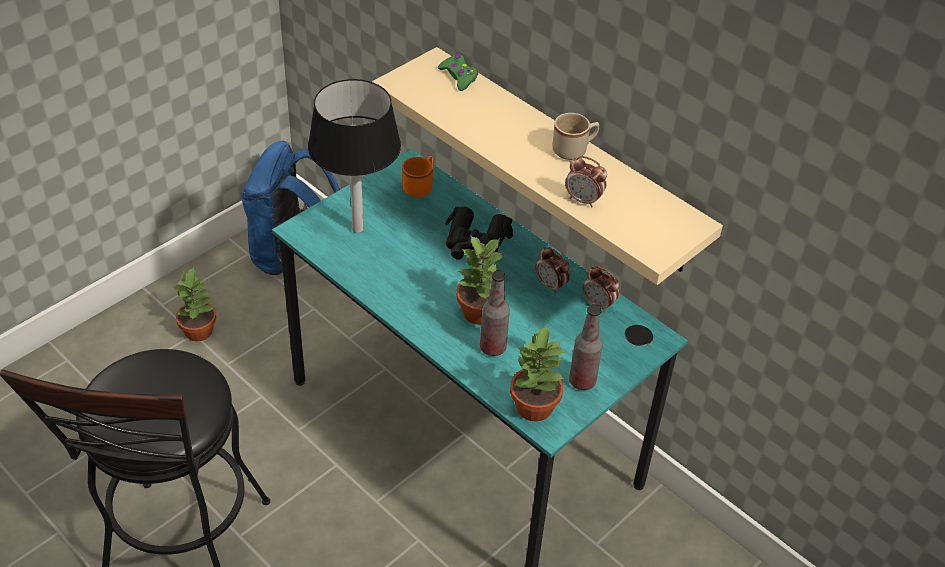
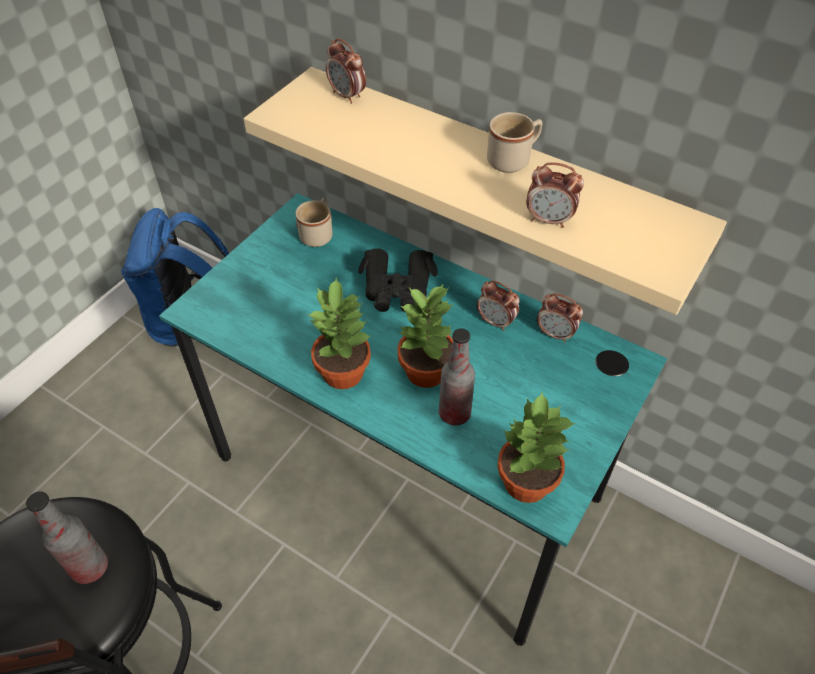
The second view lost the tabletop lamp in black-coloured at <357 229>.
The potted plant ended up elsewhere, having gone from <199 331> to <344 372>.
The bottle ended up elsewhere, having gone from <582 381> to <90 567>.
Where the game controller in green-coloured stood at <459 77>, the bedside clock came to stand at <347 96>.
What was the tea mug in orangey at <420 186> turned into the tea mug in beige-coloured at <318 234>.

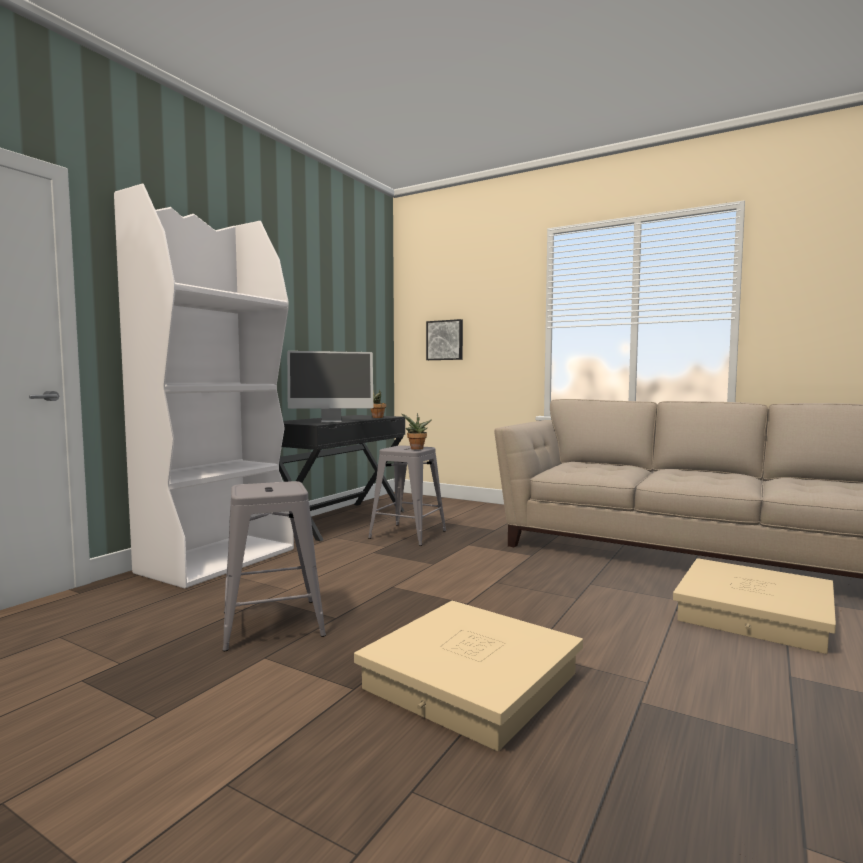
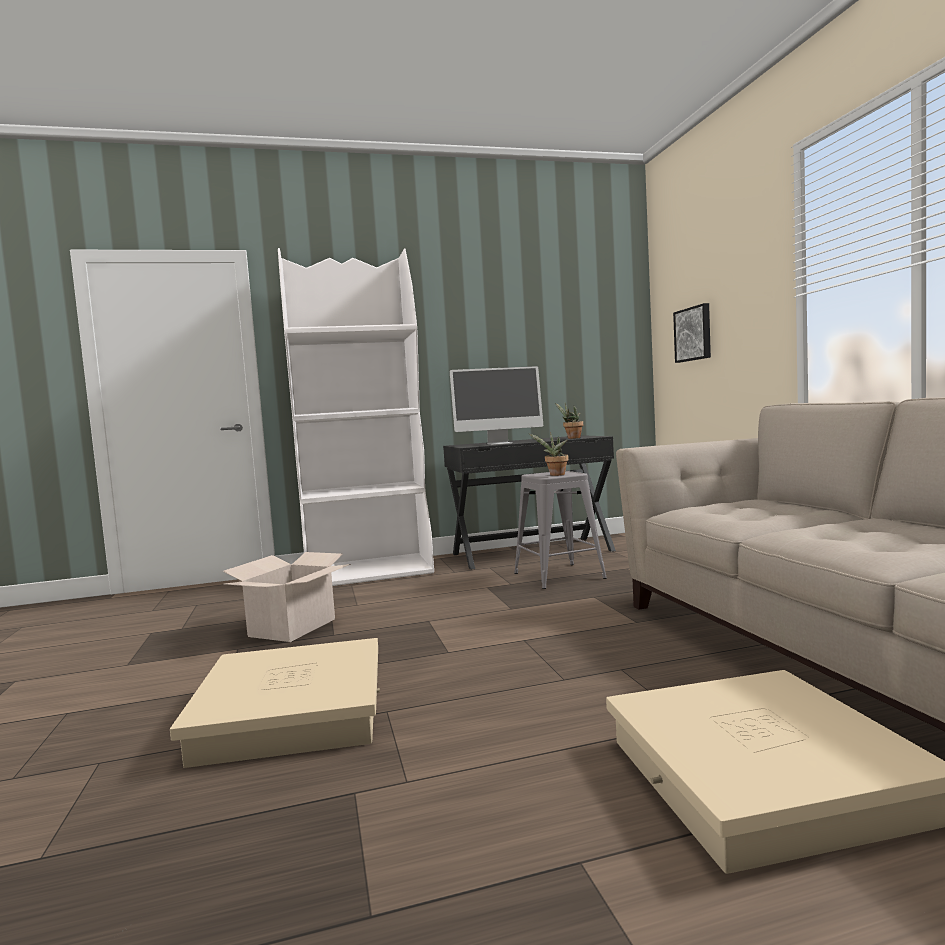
Where the stool in greyish stood at <273 624>, the carton came to stand at <292 627>.
The computer display at <331 421> ended up facing another way, 45 degrees counterclockwise from before.

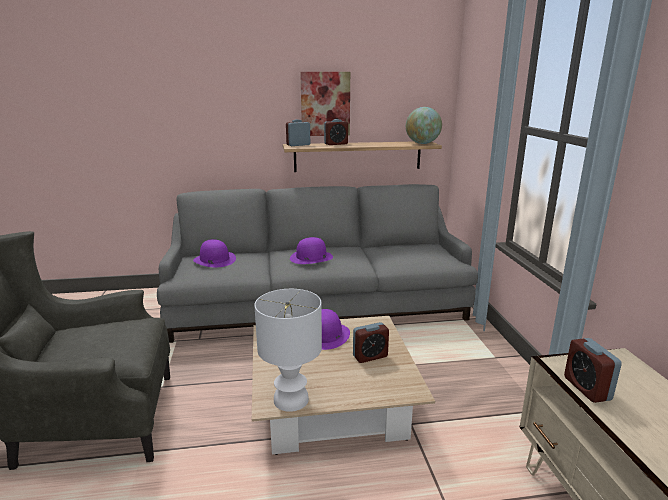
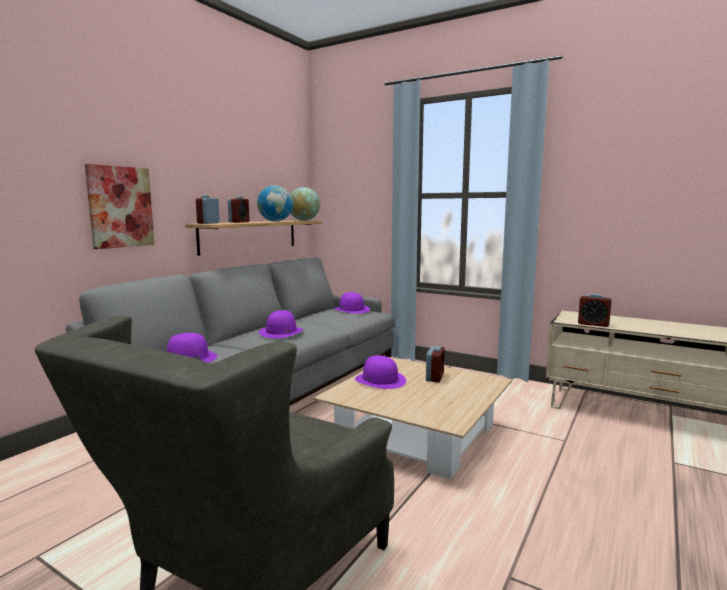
The second view lost the tabletop lamp in white-coloured at <292 400>.
The second view gained the desk globe at <275 221>.
The second view gained the clothing hat in purple-coloured at <352 309>.
The picture ended up elsewhere, having gone from <325 104> to <120 207>.

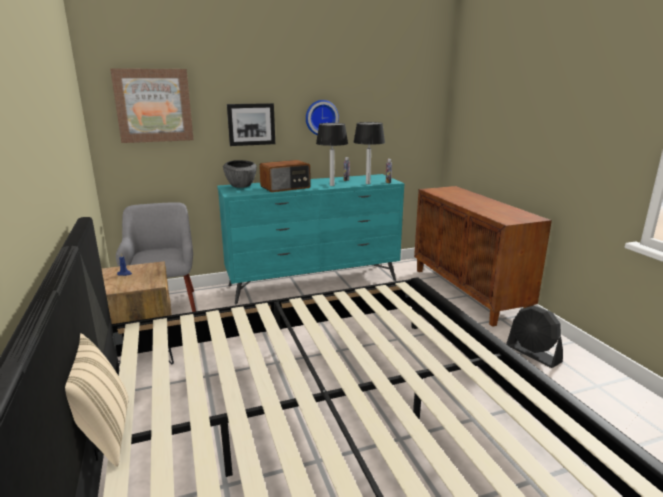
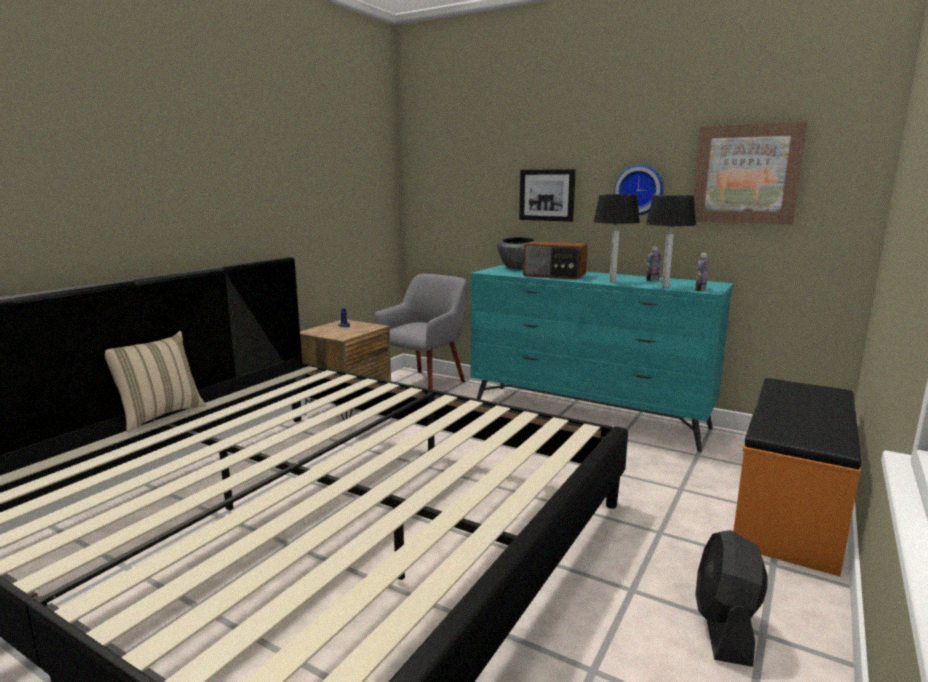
The picture ended up elsewhere, having gone from <153 105> to <746 174>.
Where the cupboard in brown stood at <468 292>, the long seat in orangey came to stand at <791 511>.

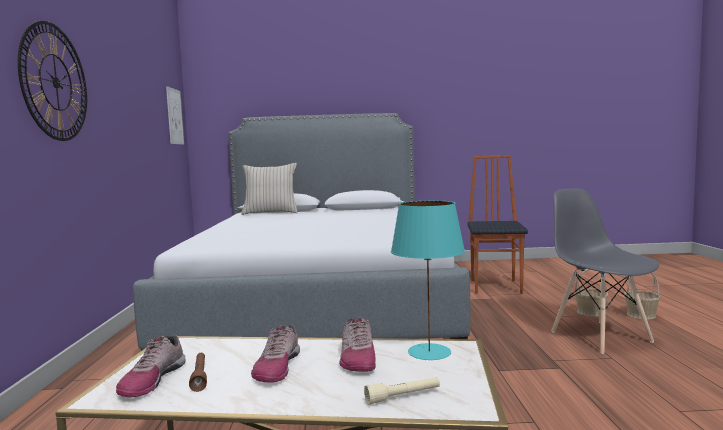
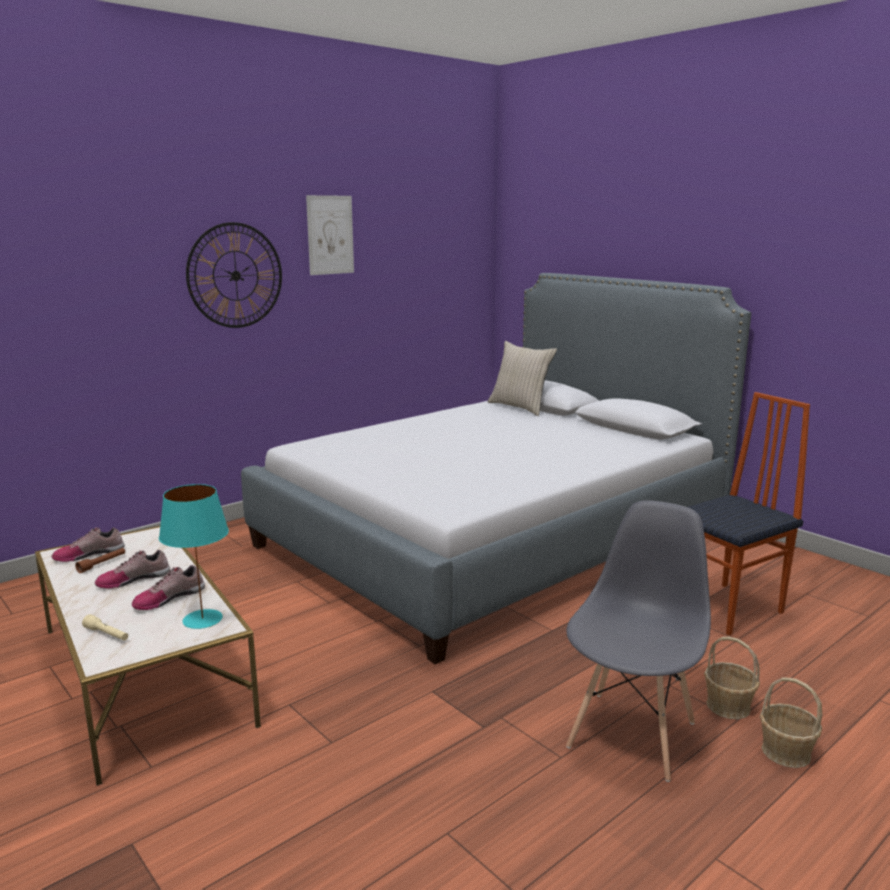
The picture ended up elsewhere, having gone from <174 116> to <330 235>.

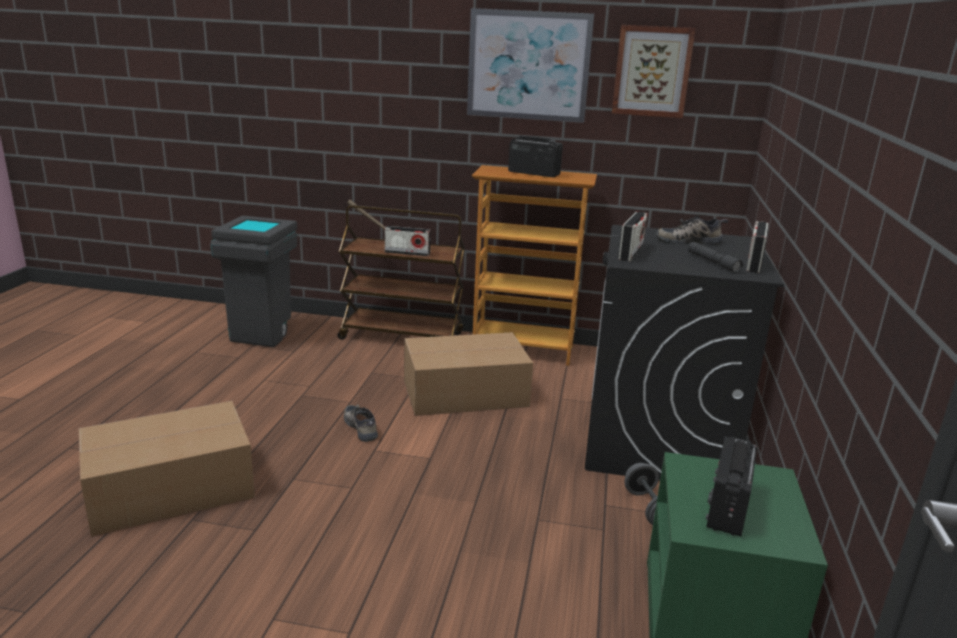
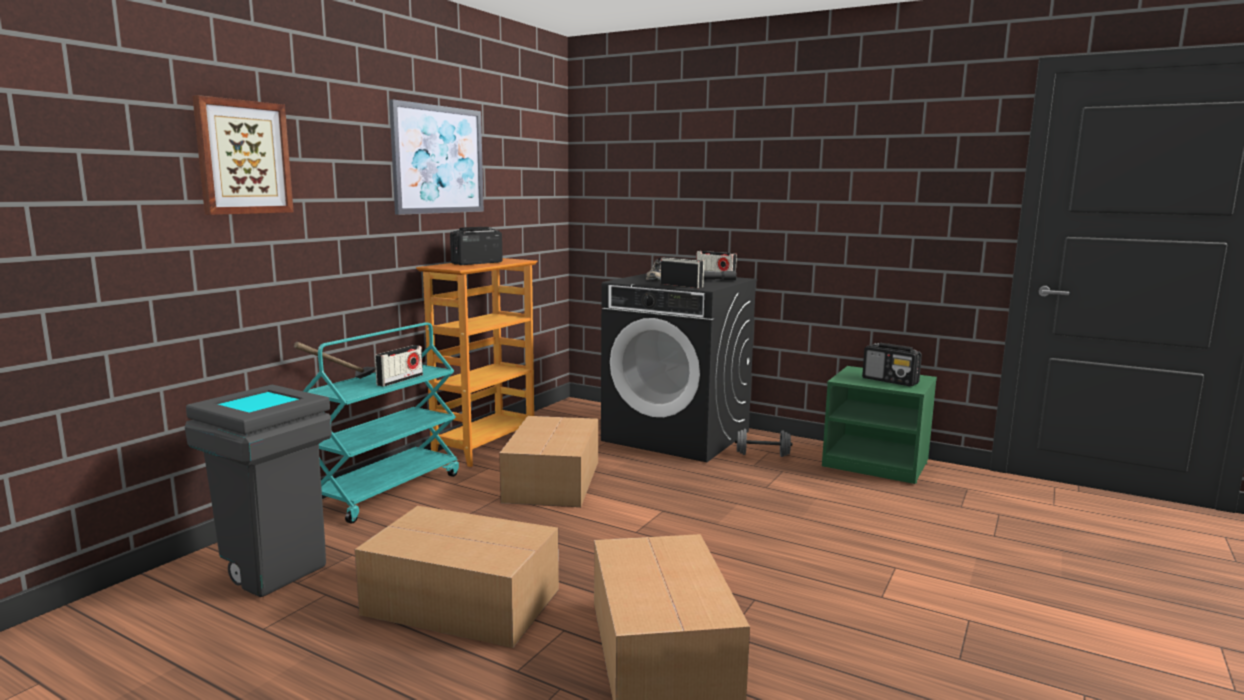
The second view lost the item of footwear at <362 427>.
The second view gained the carton at <460 601>.
The picture ended up elsewhere, having gone from <652 71> to <243 157>.
What was the wheeled cart in brown at <402 336> turned into the wheeled cart in blue-green at <387 490>.

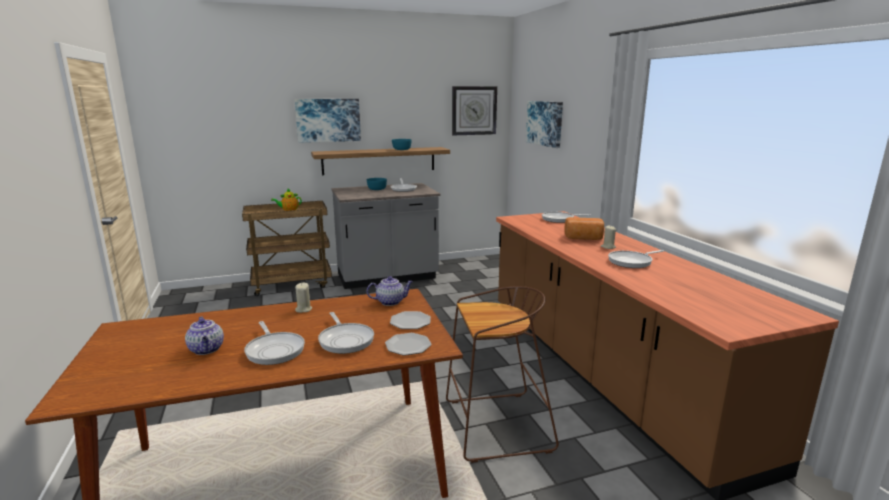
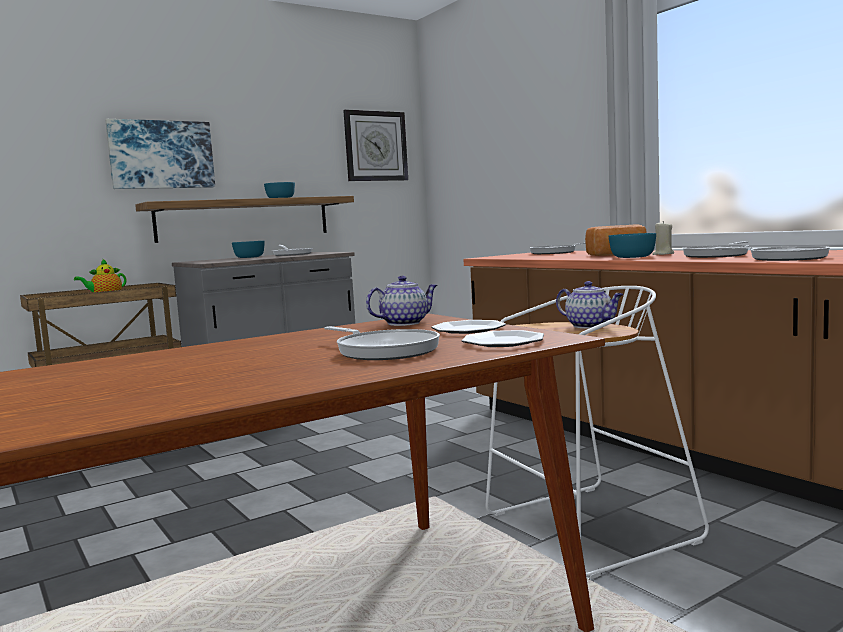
The second view lost the candle in beige-coloured at <303 309>.
The second view lost the picture at <545 123>.
The second view gained the serving bowl in blue-green at <631 257>.
The teapot ended up elsewhere, having gone from <207 350> to <590 326>.
The frying pan ended up elsewhere, having gone from <274 350> to <783 258>.
What was the stool in brown at <495 426> turned into the stool in white-coloured at <589 529>.

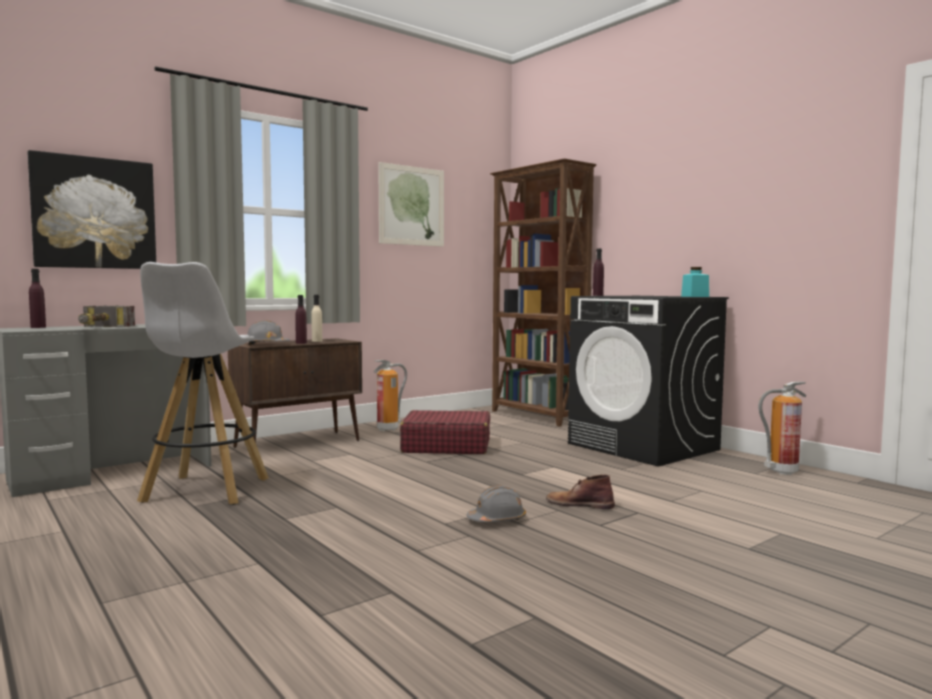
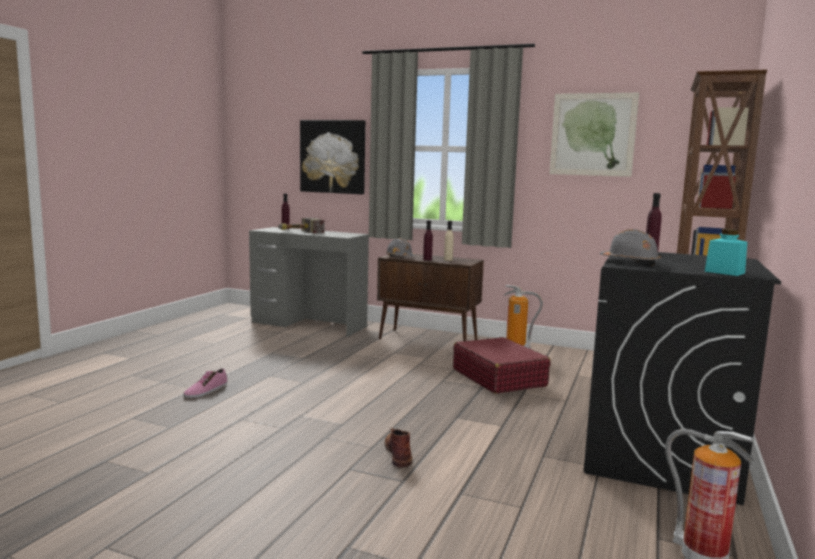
The second view lost the stool in white-coloured at <205 491>.
The second view gained the item of footwear at <206 390>.
The work helmet in greyish ended up elsewhere, having gone from <497 520> to <630 262>.

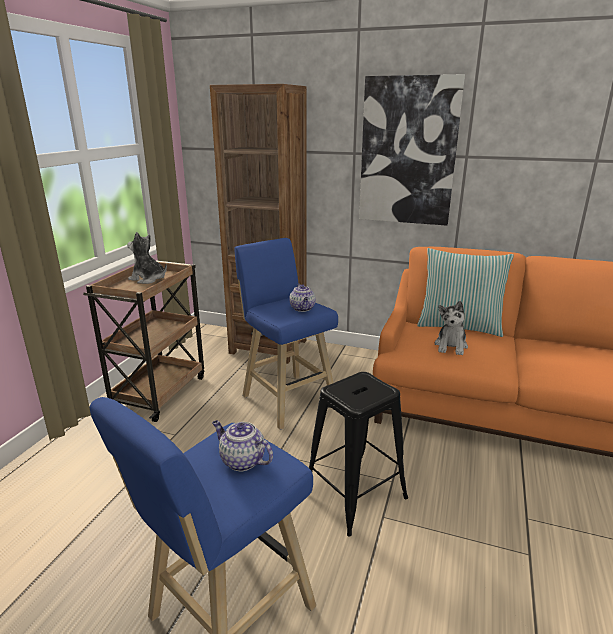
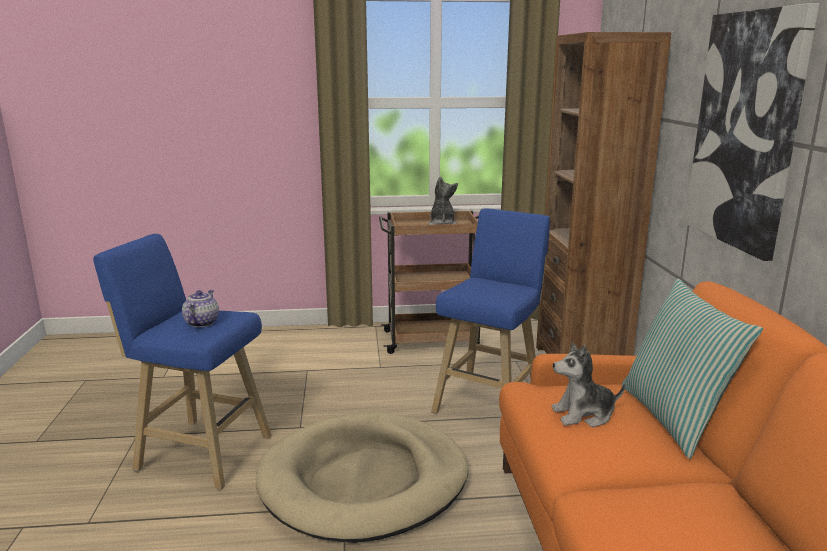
The second view lost the teapot at <303 308>.
Where the stool in black-coloured stood at <354 495>, the dog cushion in beige-coloured came to stand at <364 481>.

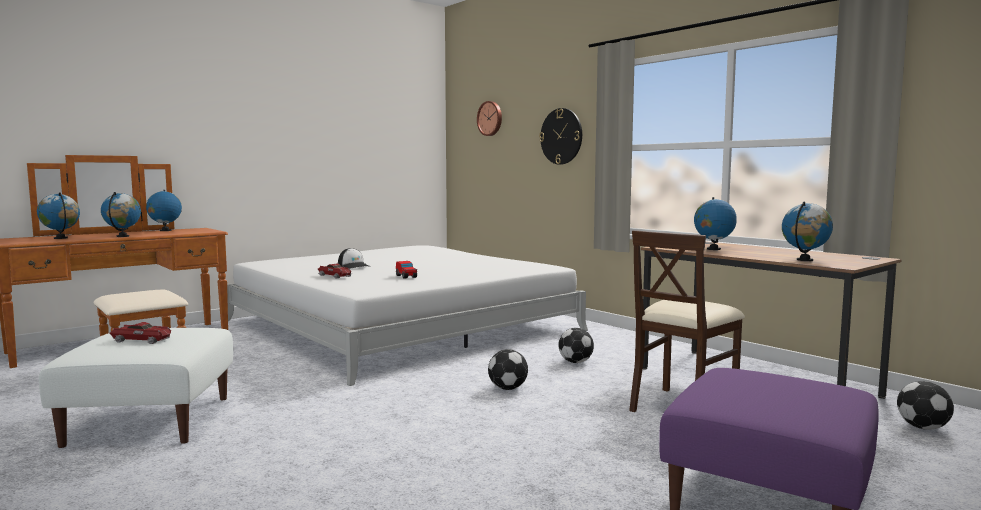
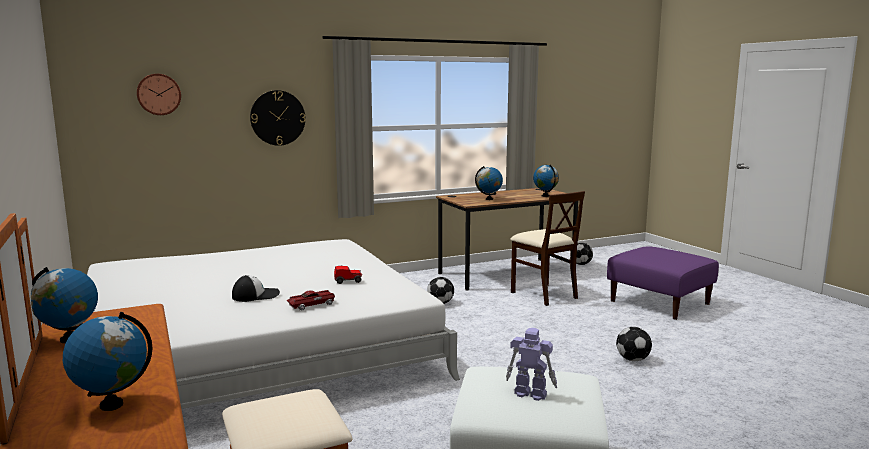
The second view lost the desk globe at <123 236>.
The ball for football ended up elsewhere, having gone from <507 388> to <633 359>.
Where the model car stood at <143 340>, the toy robot came to stand at <529 393>.

